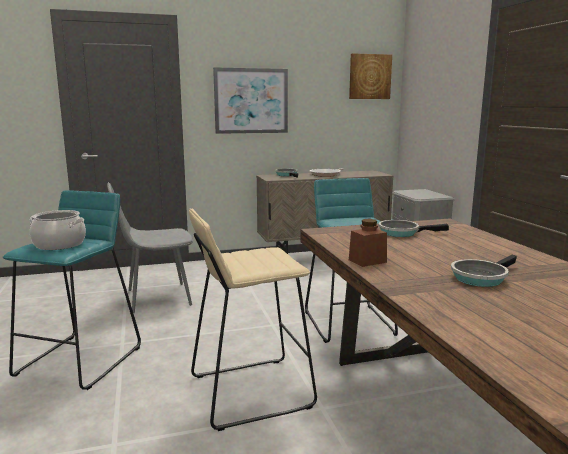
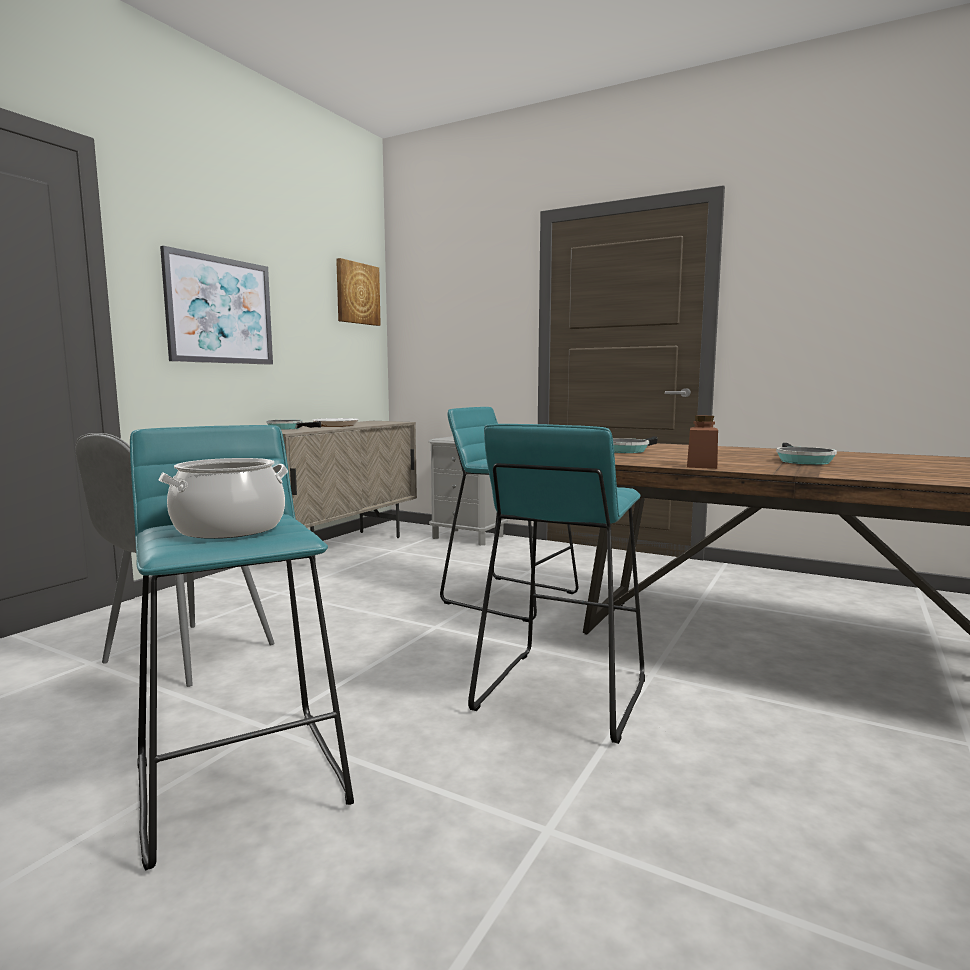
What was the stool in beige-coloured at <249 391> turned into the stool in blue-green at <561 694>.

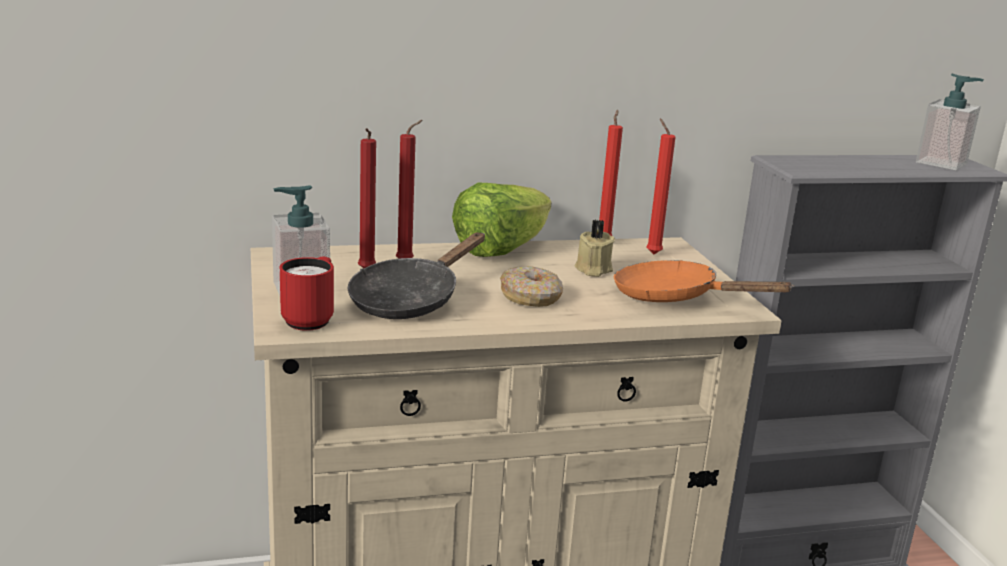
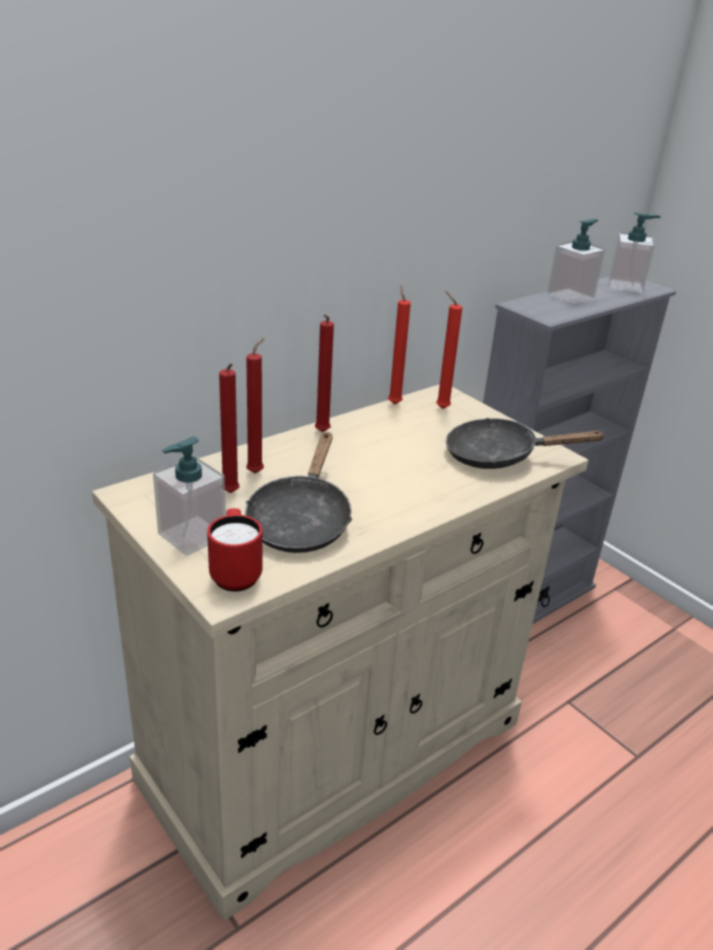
The second view lost the ring doughnut at <531 297>.
The second view lost the candle in beige-coloured at <592 269>.
The second view gained the soap dispenser at <570 296>.
Where the head of lettuce stood at <501 249>, the candle in red came to stand at <321 433>.
What was the frying pan in orangey at <674 297> turned into the frying pan in black-coloured at <499 456>.

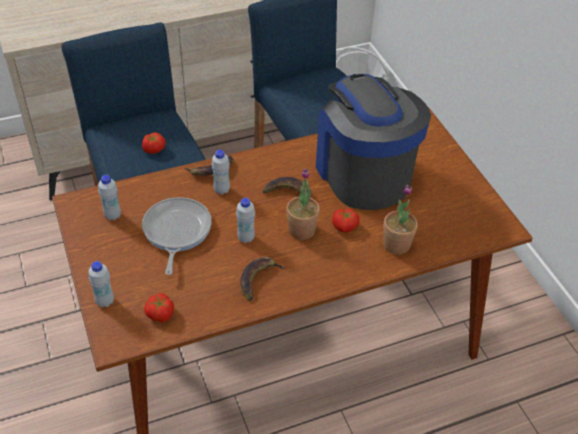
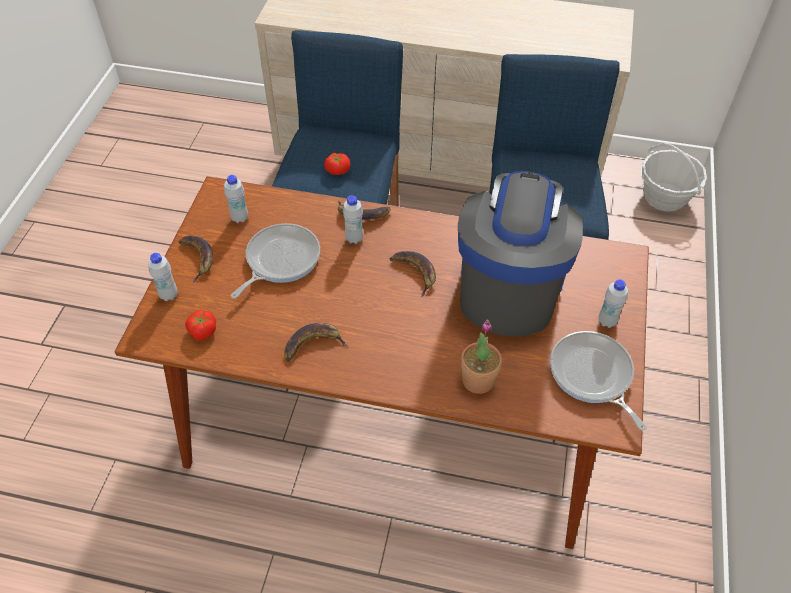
The second view lost the potted plant at <301 230>.
The second view lost the whole tomato at <345 226>.
The second view gained the whole banana at <198 258>.
The second view gained the frying pan at <592 375>.
The bottle in white-coloured ended up elsewhere, having gone from <246 238> to <607 321>.

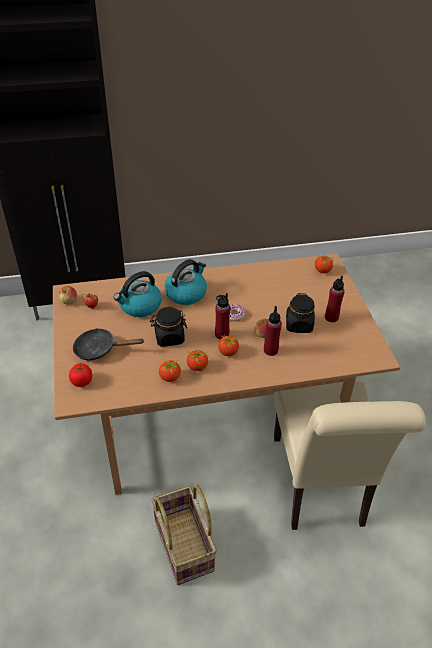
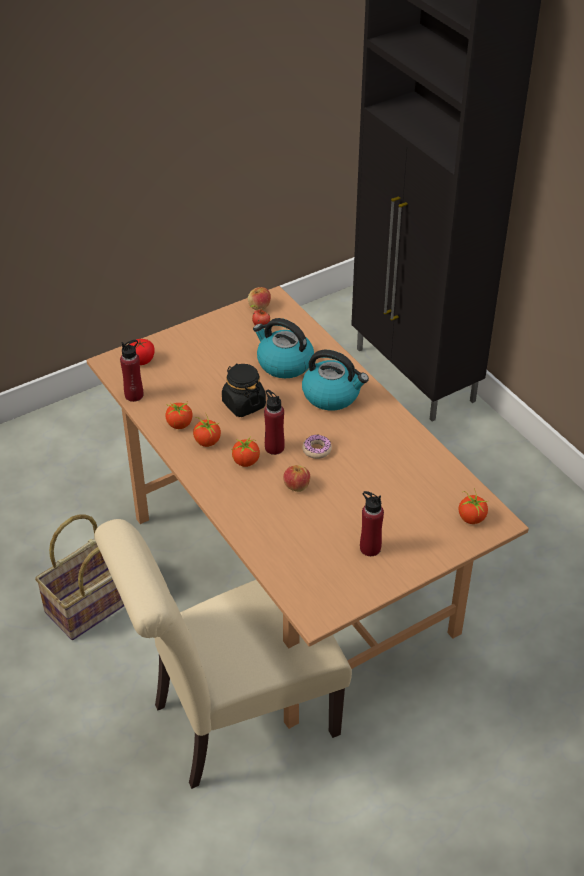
The second view lost the frying pan in black-coloured at <99 349>.
The second view lost the preserve jar in black-coloured at <299 325>.
The bottle in red ended up elsewhere, having gone from <270 350> to <134 395>.

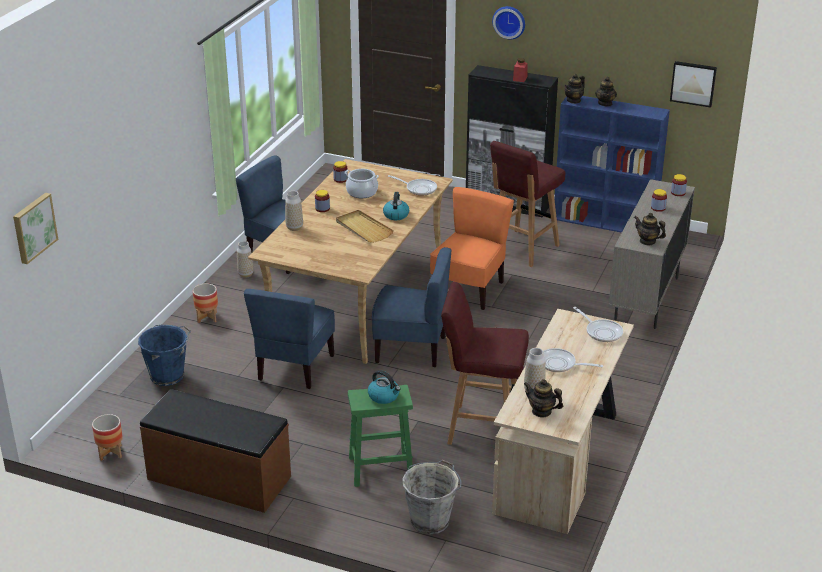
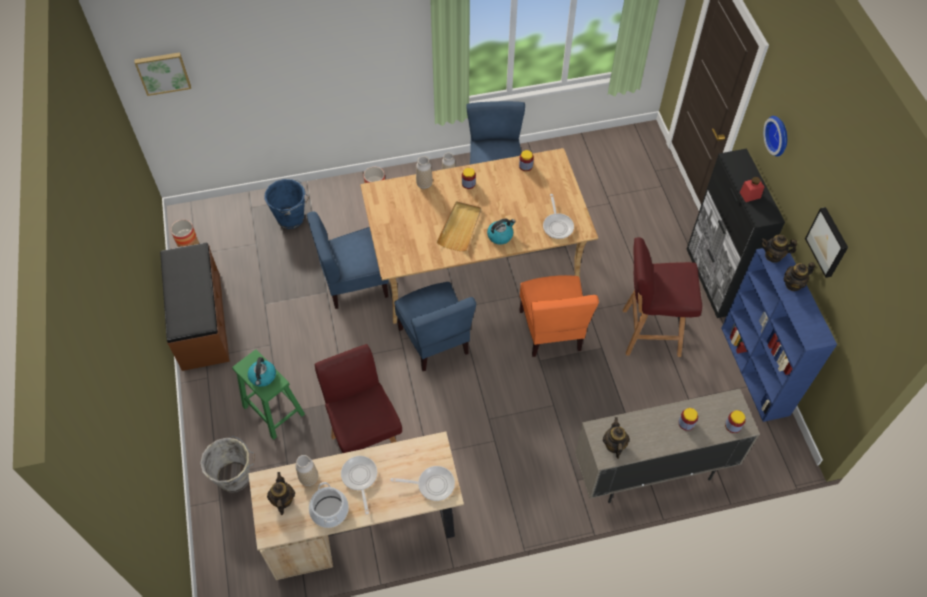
The stockpot ended up elsewhere, having gone from <362 192> to <329 511>.
The picture ended up elsewhere, having gone from <693 83> to <828 242>.
The upright chair in orangey at <469 289> ended up facing another way, 90 degrees clockwise from before.
The frying pan at <601 332> ended up facing another way, 105 degrees counterclockwise from before.

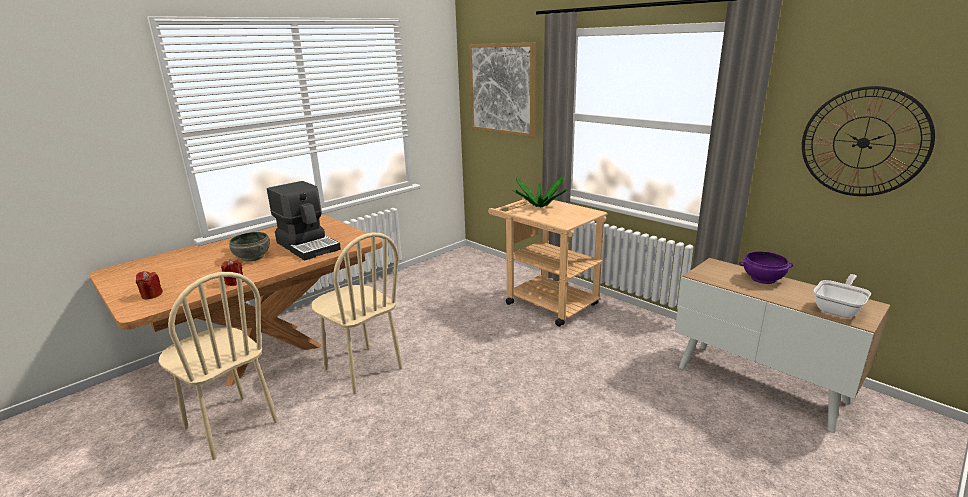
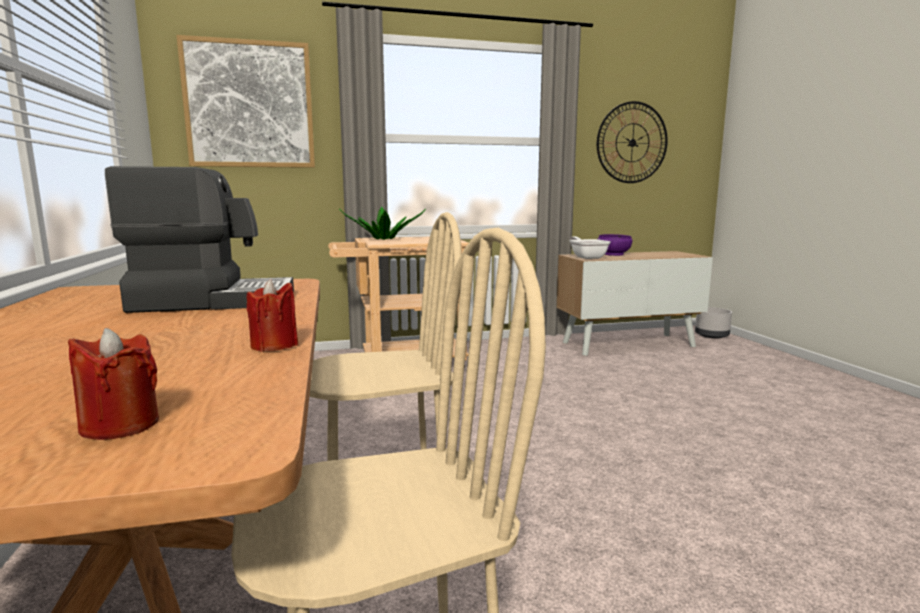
The second view lost the serving bowl in greyish at <253 257>.
The second view gained the flower pot in greyish at <712 335>.
The frying pan ended up elsewhere, having gone from <839 309> to <587 257>.

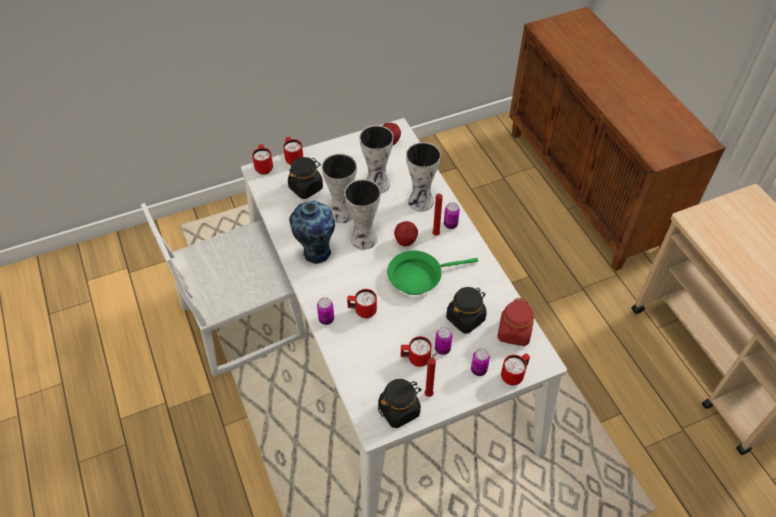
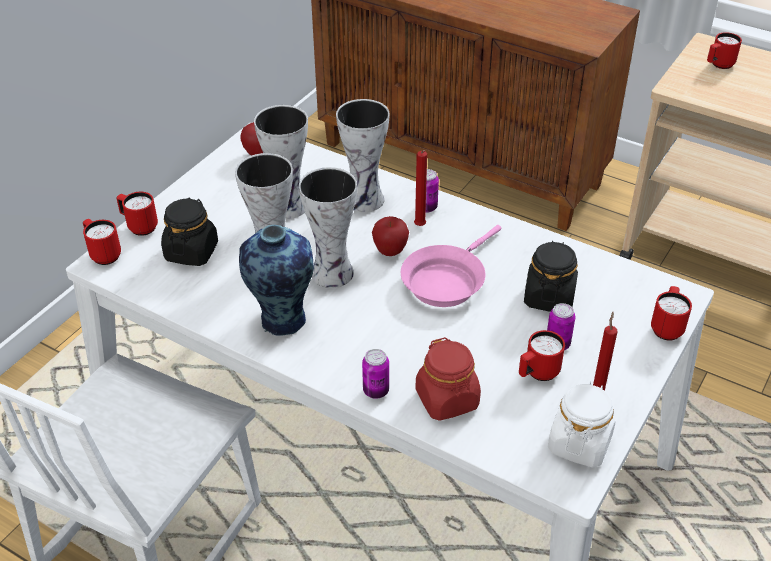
The second view lost the sealed can at <478 370>.
The tea mug in red ended up elsewhere, having gone from <362 311> to <719 65>.
The preserve jar in red ended up elsewhere, having gone from <514 332> to <447 399>.
What was the preserve jar in black-coloured at <399 410> turned into the preserve jar in white-coloured at <579 443>.
What was the frying pan in green-coloured at <419 276> turned into the frying pan in pink-coloured at <446 280>.

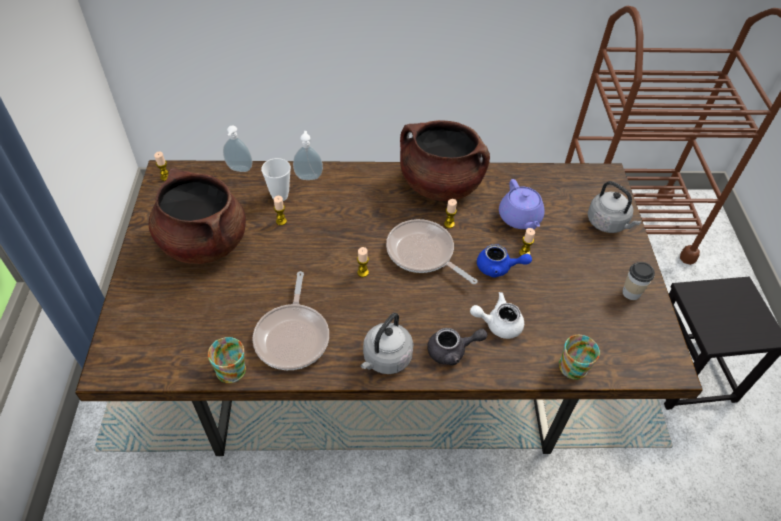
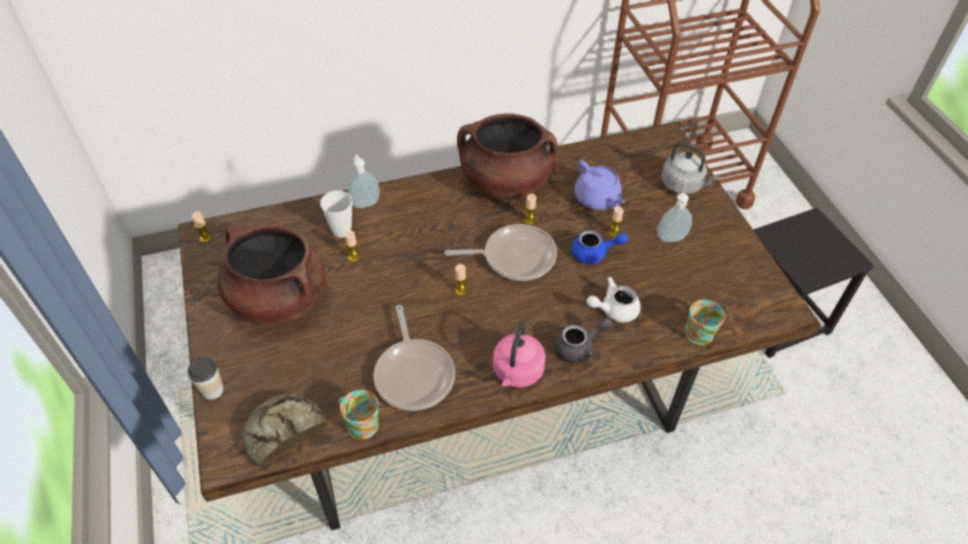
The second view gained the bread at <283 431>.
The soap dispenser ended up elsewhere, having gone from <239 170> to <671 240>.
The cup ended up elsewhere, having gone from <631 292> to <212 390>.
What was the water kettle in greyish at <385 359> turned into the water kettle in pink-coloured at <517 372>.
The frying pan at <423 253> ended up facing another way, 150 degrees clockwise from before.

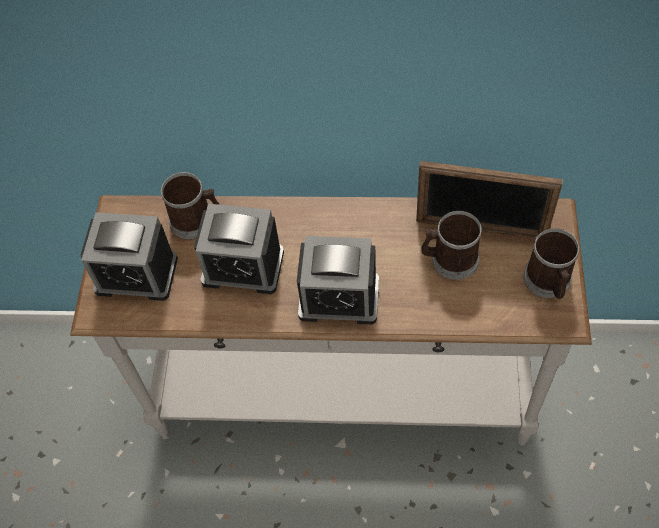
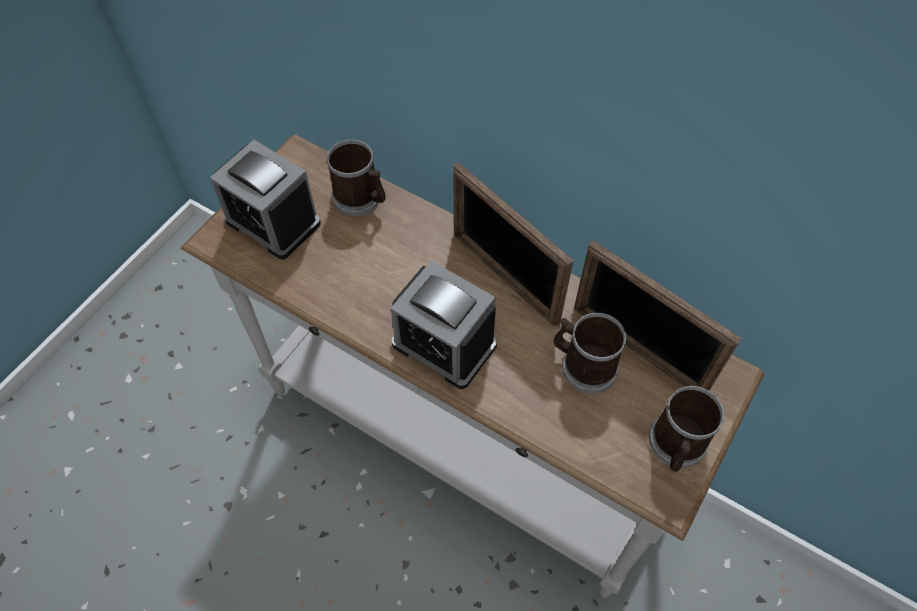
The second view lost the bedside clock at <243 267>.
The second view gained the standing frame at <504 277>.

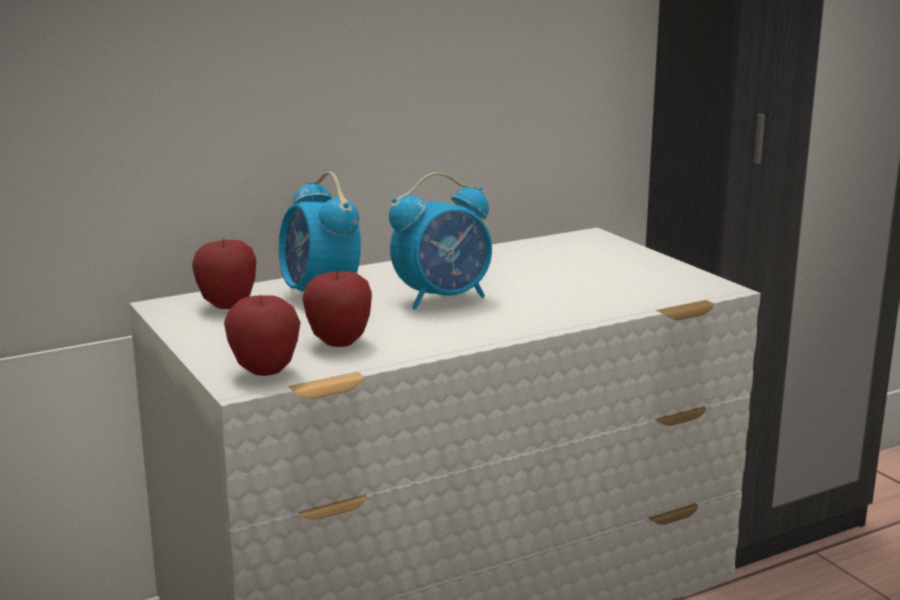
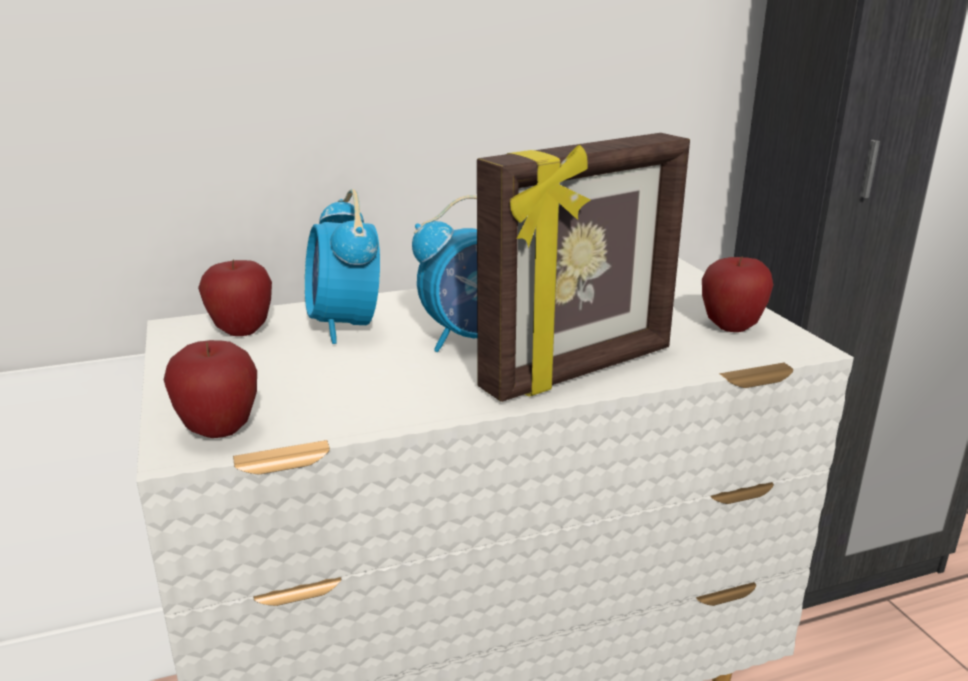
The second view gained the standing frame at <580 370>.
The whole apple ended up elsewhere, having gone from <339 342> to <731 327>.

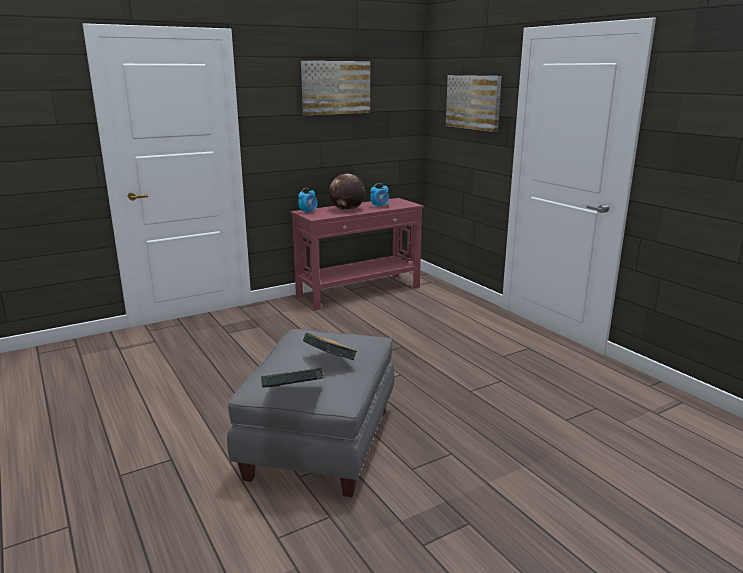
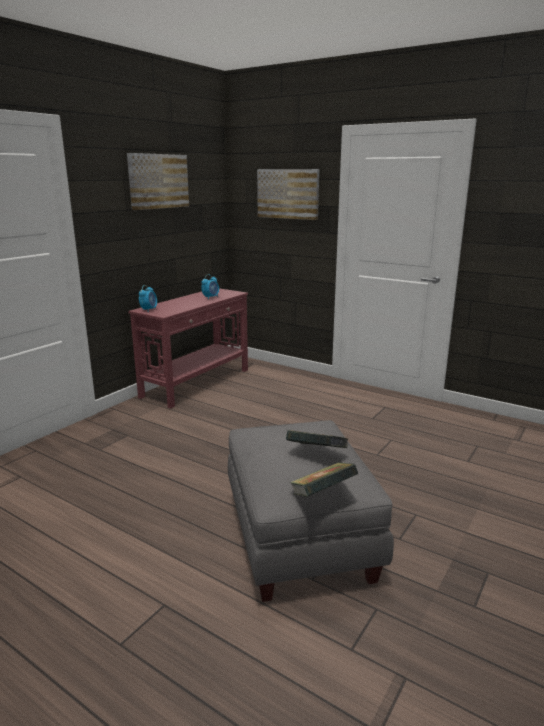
The second view lost the desk globe at <347 210>.

